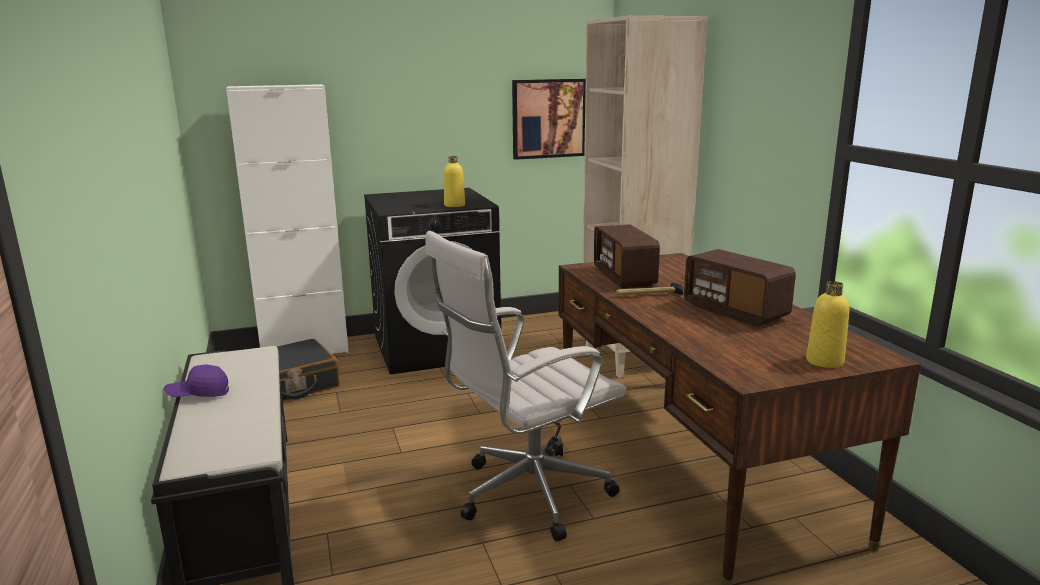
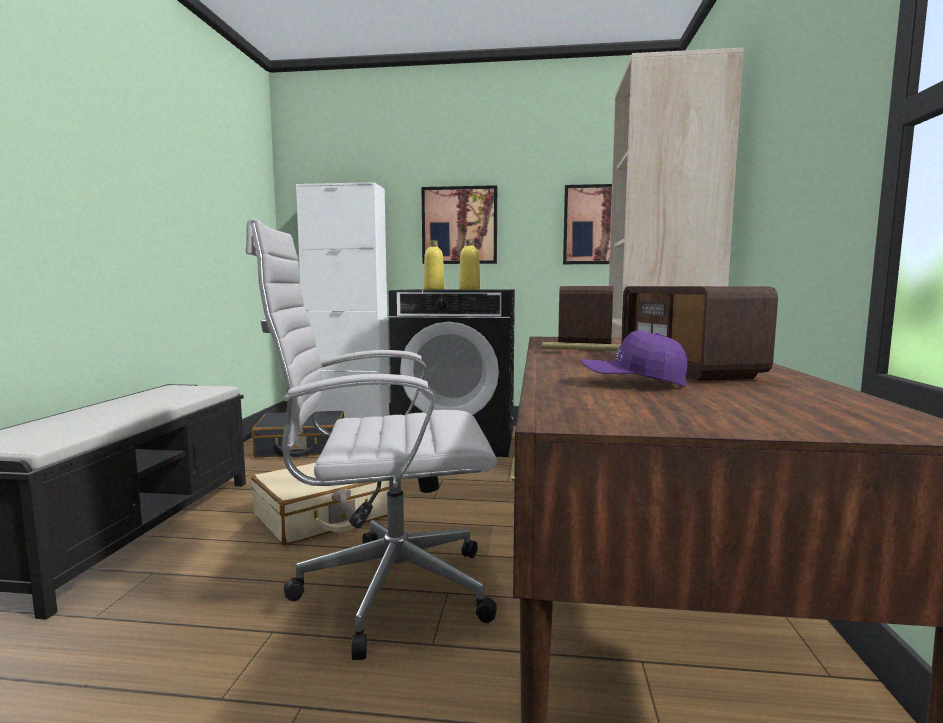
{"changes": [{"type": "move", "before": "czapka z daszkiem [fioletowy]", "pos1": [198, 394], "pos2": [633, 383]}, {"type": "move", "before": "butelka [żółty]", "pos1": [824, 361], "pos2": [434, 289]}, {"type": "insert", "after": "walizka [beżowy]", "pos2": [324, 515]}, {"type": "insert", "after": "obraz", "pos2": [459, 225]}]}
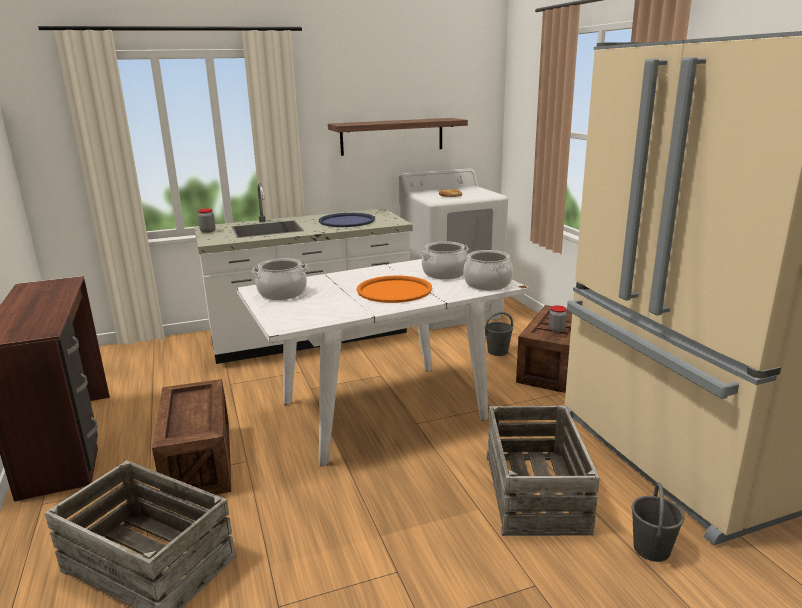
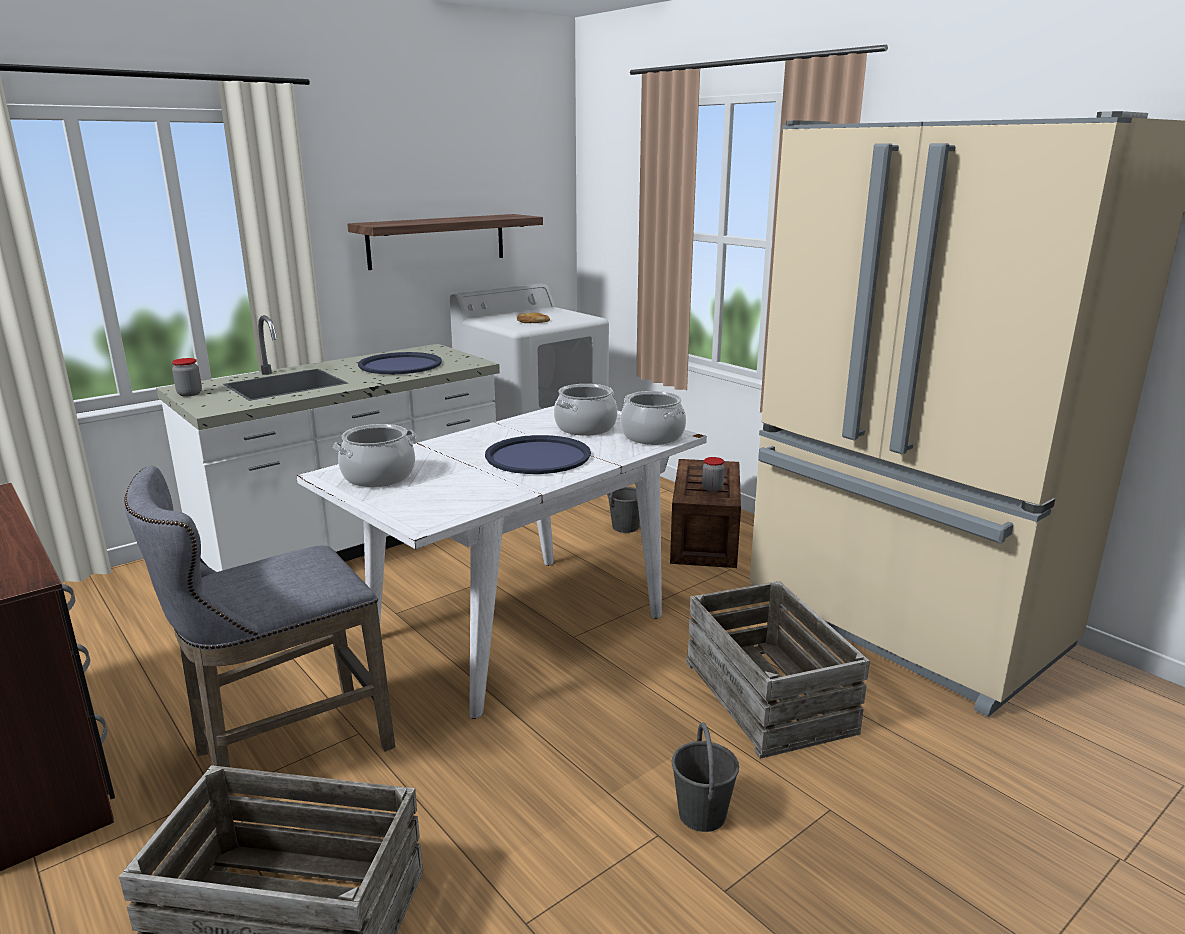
{"changes": [{"type": "replace", "before": "skrzynka", "after": "stołek [szary]", "pos1": [198, 463], "pos2": [283, 751]}, {"type": "recolor", "before": "taca [pomarańczowy]", "after": "taca [niebieski]", "pos1": [394, 290], "pos2": [538, 456]}, {"type": "move", "before": "wiadro [szary]", "pos1": [651, 548], "pos2": [702, 813]}]}
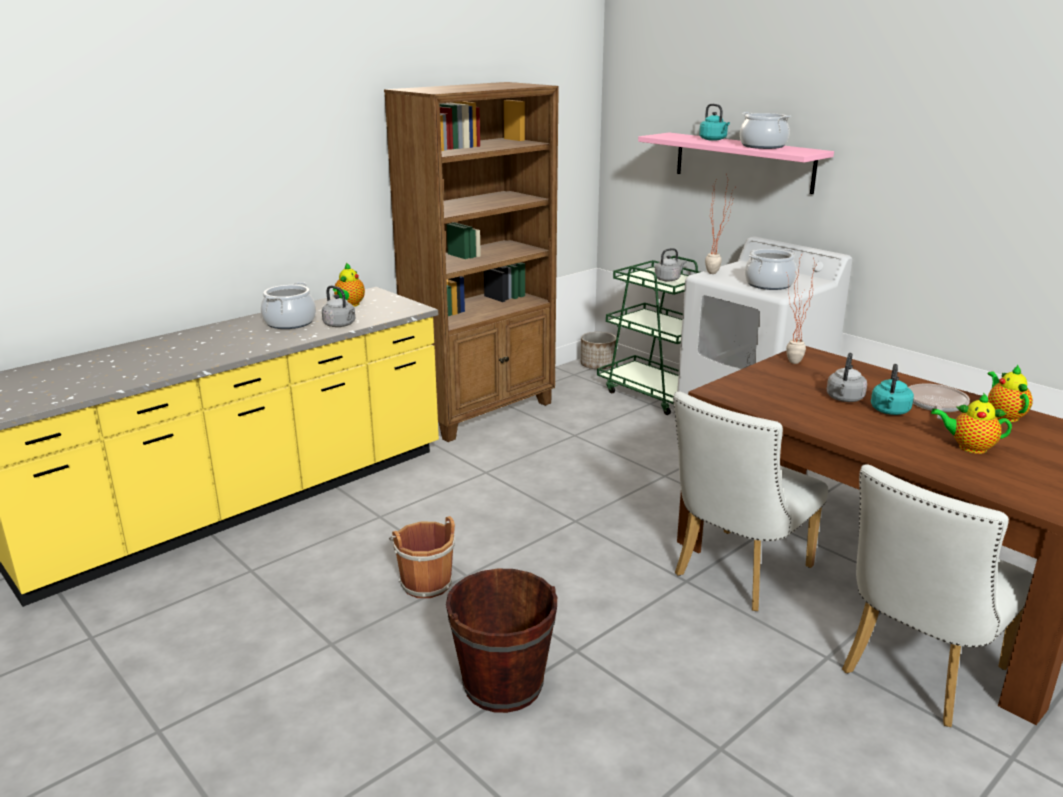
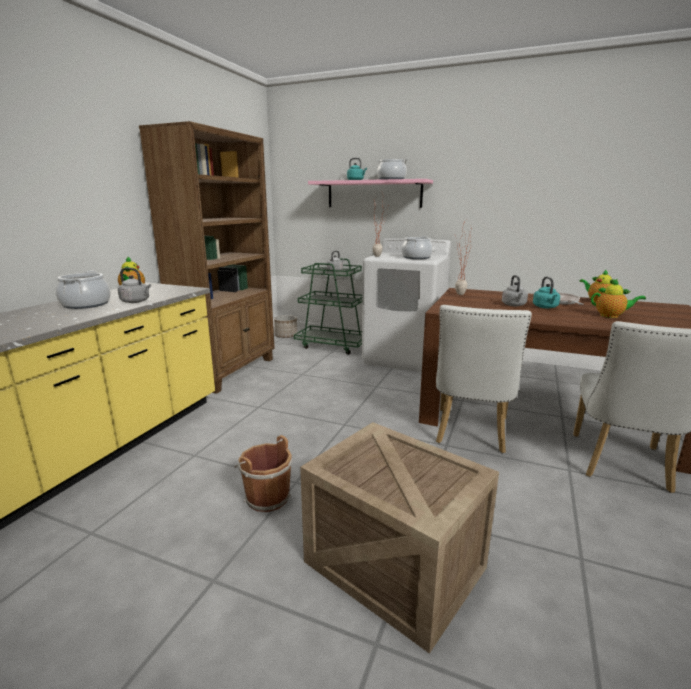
{"changes": [{"type": "replace", "before": "wiadro [brązowy]", "after": "skrzynka", "pos1": [503, 684], "pos2": [391, 564]}, {"type": "rotate", "before": "imbryk", "pos1": [969, 447], "pos2": [611, 316], "turn": -150}]}
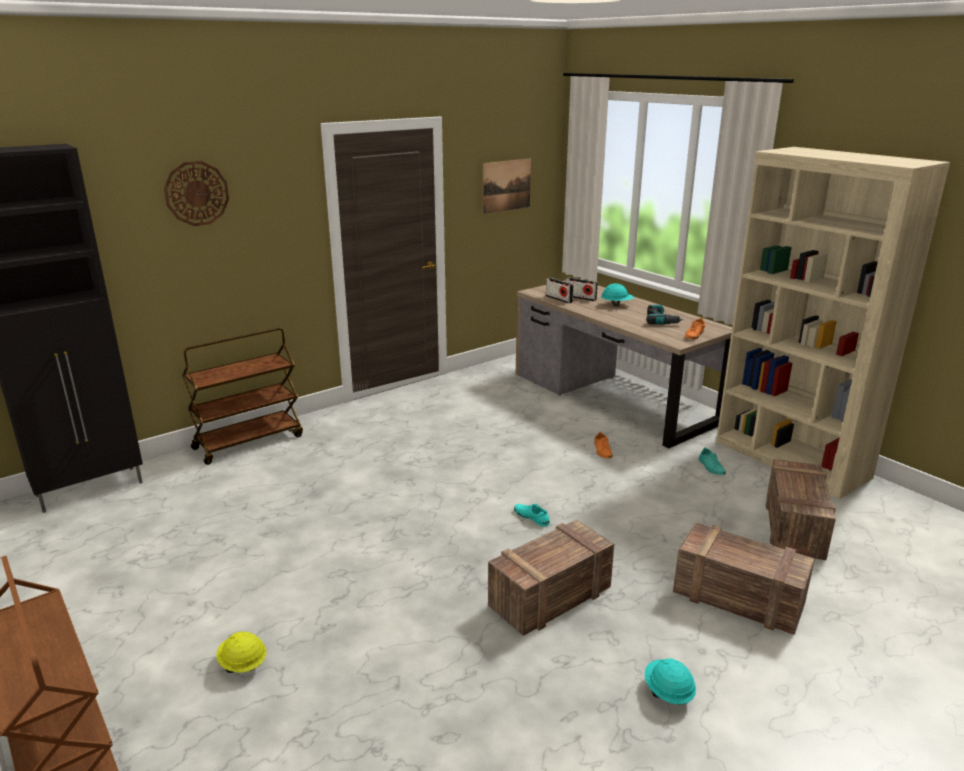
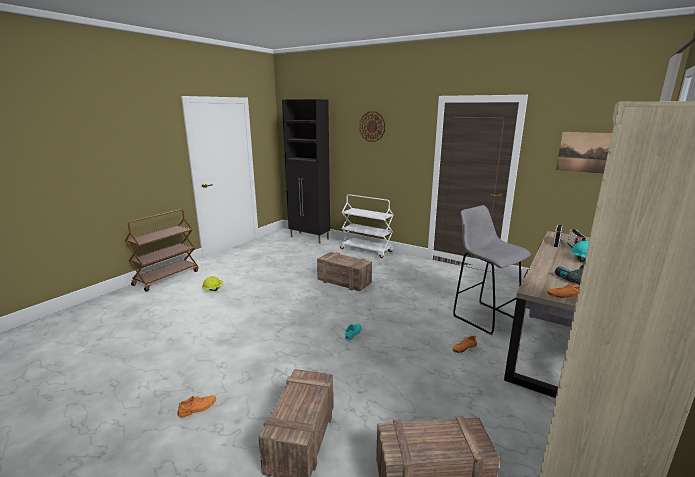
{"changes": [{"type": "recolor", "before": "wózek [brązowy]", "after": "wózek [biały]", "pos1": [249, 442], "pos2": [366, 250]}, {"type": "move", "before": "skrzynka", "pos1": [551, 596], "pos2": [345, 281]}, {"type": "replace", "before": "kask [turkusowy]", "after": "but [pomarańczowy]", "pos1": [668, 693], "pos2": [197, 408]}, {"type": "delete", "before": "but [turkusowy]", "pos1": [711, 467]}, {"type": "insert", "after": "stołek [szary]", "pos2": [483, 317]}]}
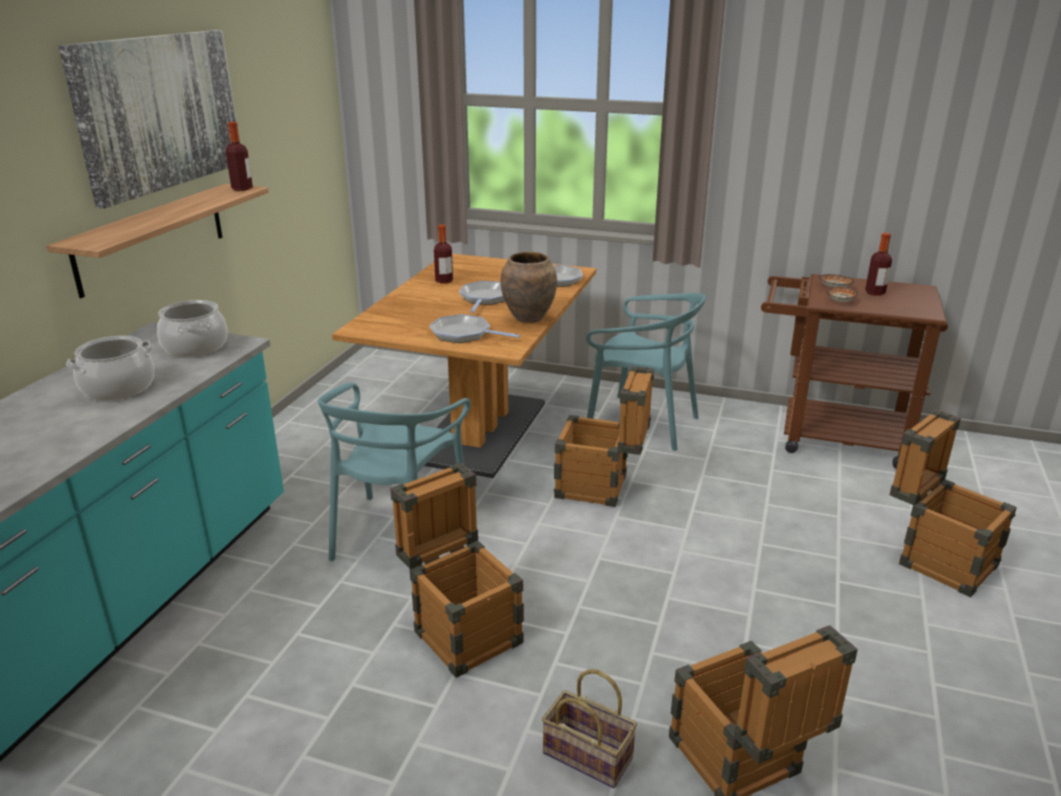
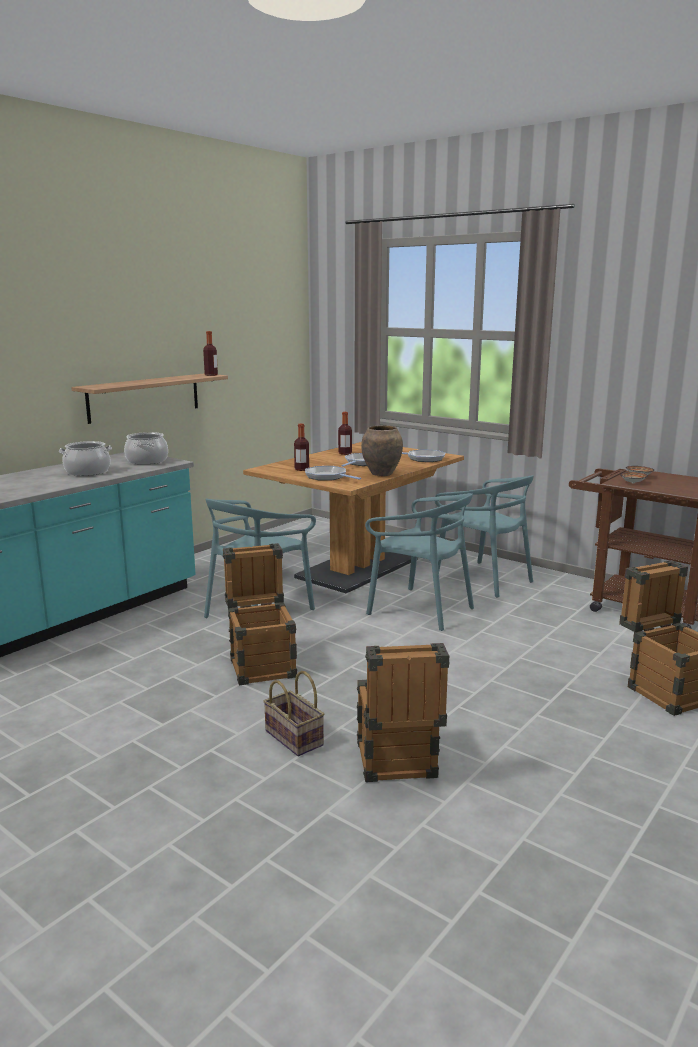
{"changes": [{"type": "delete", "before": "obraz", "pos1": [160, 112]}, {"type": "replace", "before": "skrzynka", "after": "krzesło [turkusowy]", "pos1": [601, 488], "pos2": [421, 609]}, {"type": "move", "before": "butelka", "pos1": [875, 293], "pos2": [301, 469]}]}
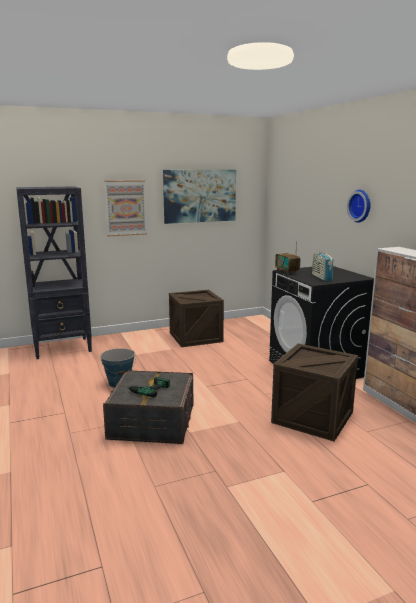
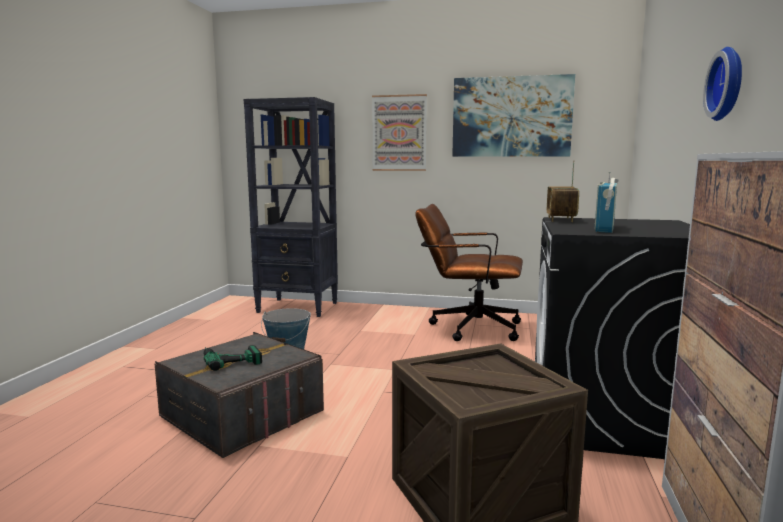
{"changes": [{"type": "replace", "before": "skrzynka", "after": "krzesło biurowe [brązowy]", "pos1": [195, 337], "pos2": [468, 327]}]}
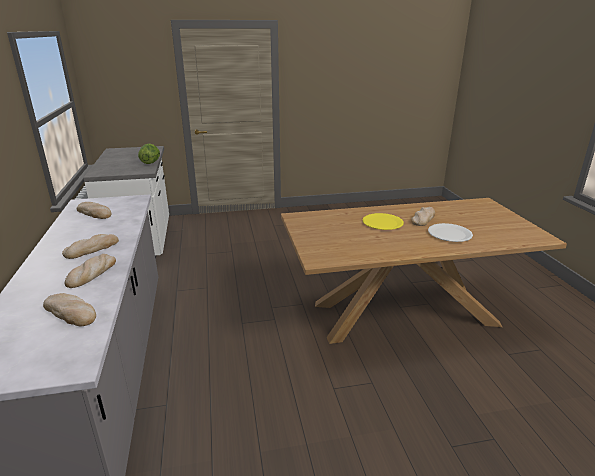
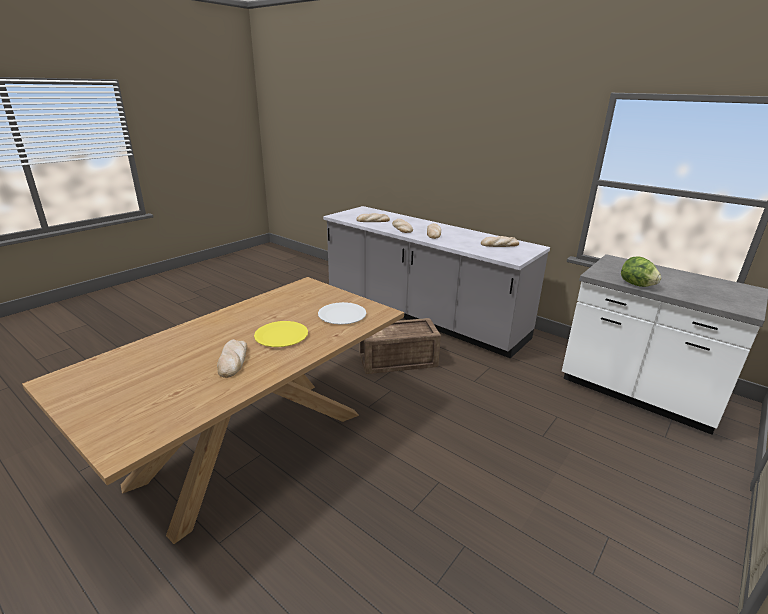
{"changes": [{"type": "move", "before": "talerz [biały]", "pos1": [449, 234], "pos2": [342, 315]}, {"type": "insert", "after": "skrzynka", "pos2": [399, 361]}]}
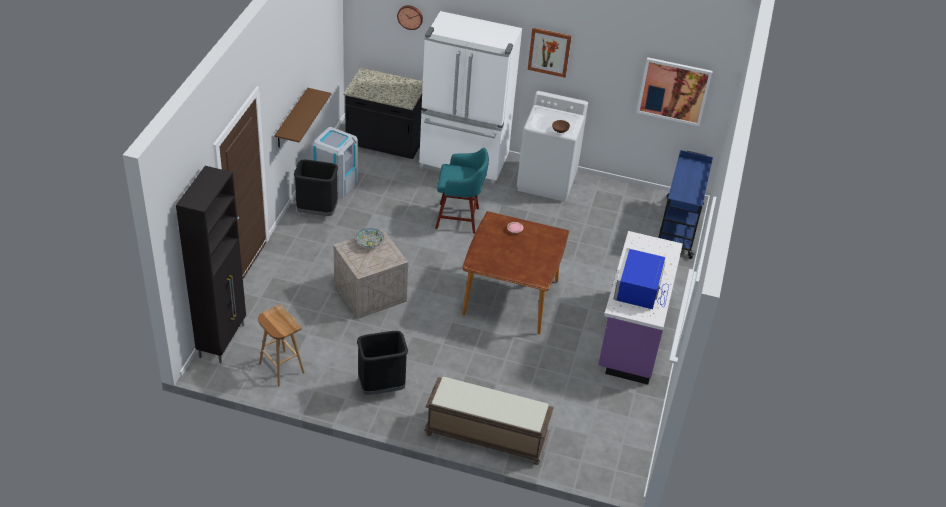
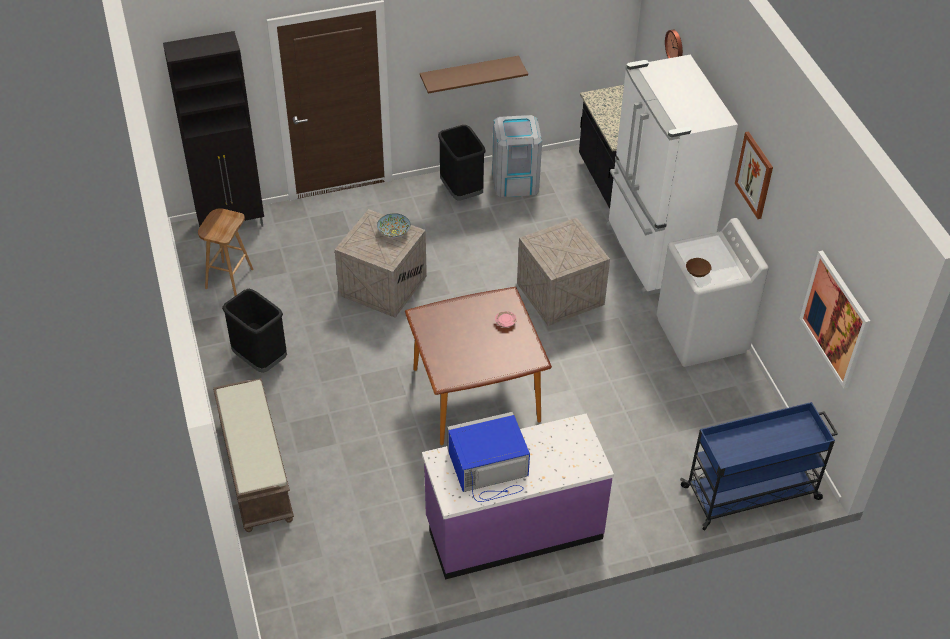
{"changes": [{"type": "replace", "before": "stołek [turkusowy]", "after": "skrzynka", "pos1": [459, 218], "pos2": [560, 295]}]}
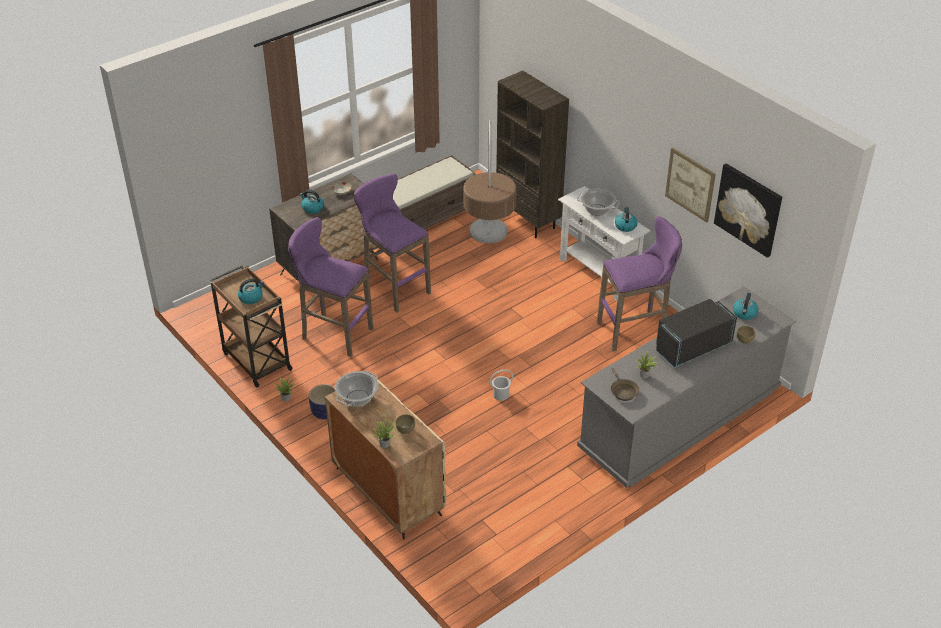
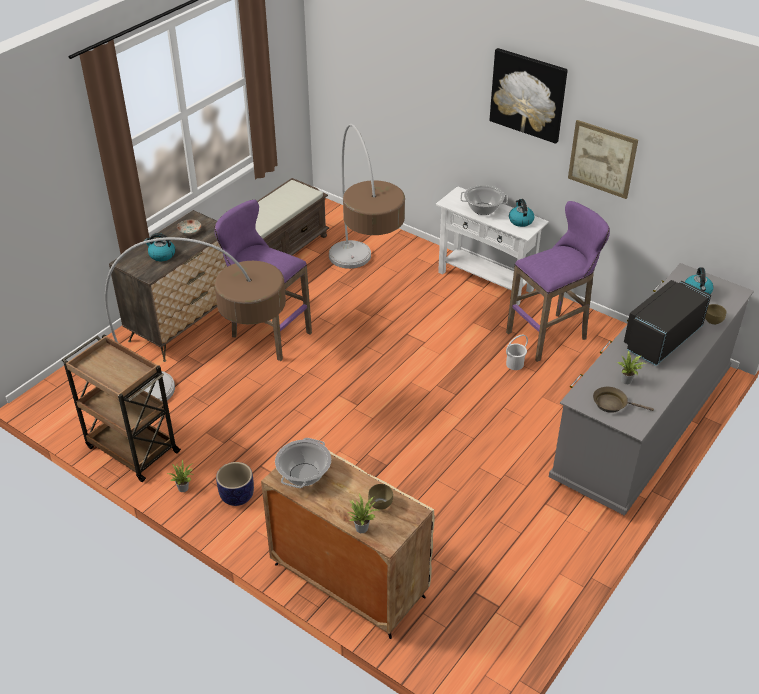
{"changes": [{"type": "delete", "before": "czajnik", "pos1": [251, 297]}, {"type": "replace", "before": "stołek [fioletowy]", "after": "lampa stojąca", "pos1": [334, 333], "pos2": [215, 399]}, {"type": "move", "before": "wiadro [biały]", "pos1": [501, 395], "pos2": [515, 364]}, {"type": "delete", "before": "regał [brązowy]", "pos1": [528, 220]}, {"type": "rotate", "before": "patelnia [brązowy]", "pos1": [623, 391], "pos2": [612, 404], "turn": 135}, {"type": "move", "before": "obraz", "pos1": [748, 209], "pos2": [528, 95]}]}
